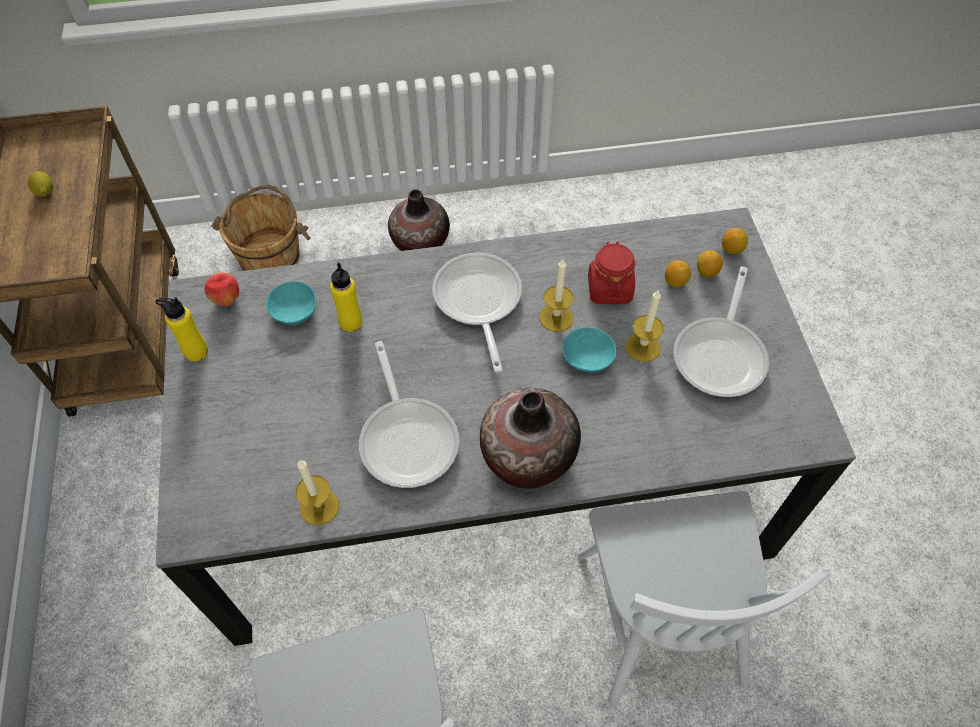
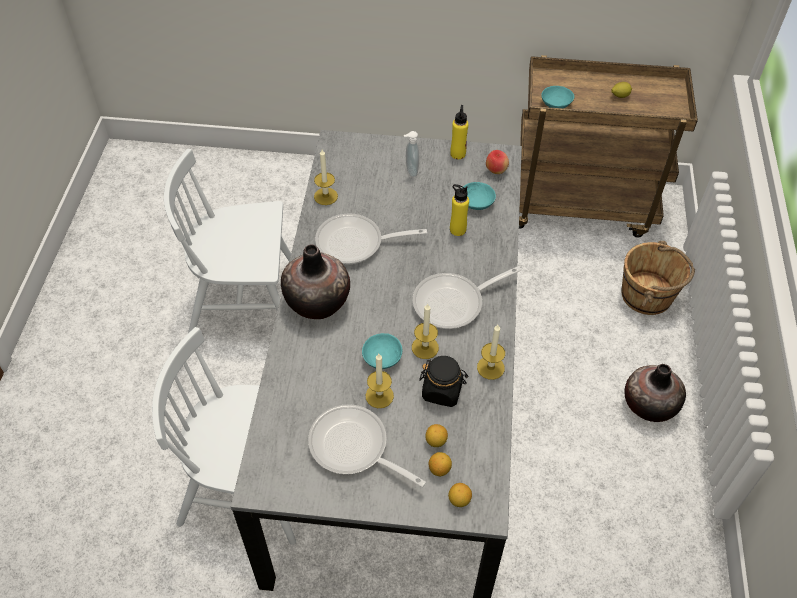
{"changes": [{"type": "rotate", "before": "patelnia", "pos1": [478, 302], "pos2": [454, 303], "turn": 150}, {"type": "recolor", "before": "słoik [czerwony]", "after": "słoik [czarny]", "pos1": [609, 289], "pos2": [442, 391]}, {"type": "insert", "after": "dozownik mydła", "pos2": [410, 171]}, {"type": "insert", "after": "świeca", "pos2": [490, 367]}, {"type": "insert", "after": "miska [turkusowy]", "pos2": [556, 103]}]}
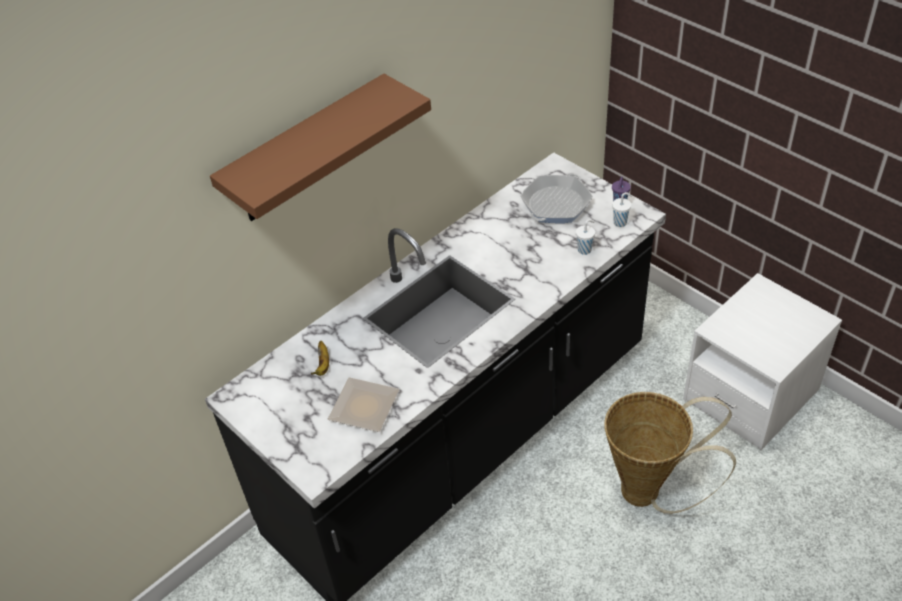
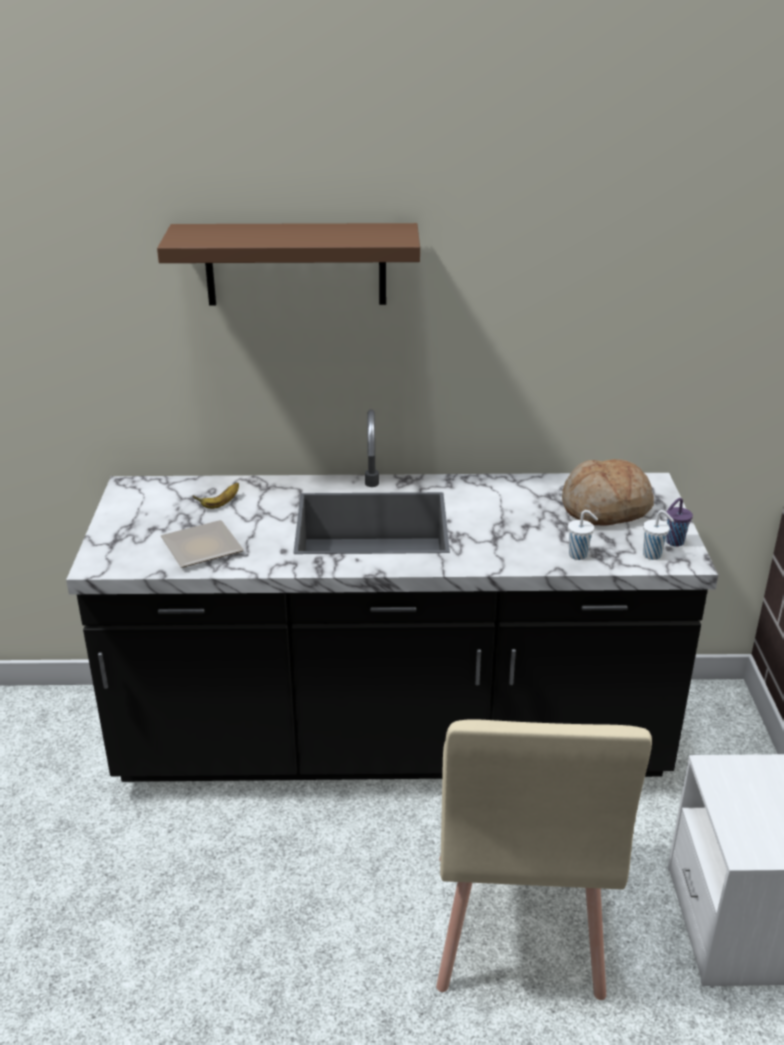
{"changes": [{"type": "replace", "before": "patelnia", "after": "chleb", "pos1": [556, 204], "pos2": [606, 509]}, {"type": "replace", "before": "koszyk", "after": "krzesło [beżowy]", "pos1": [650, 493], "pos2": [515, 925]}]}
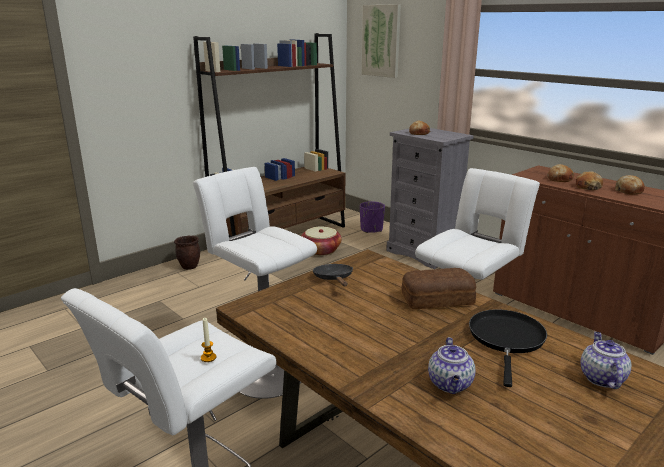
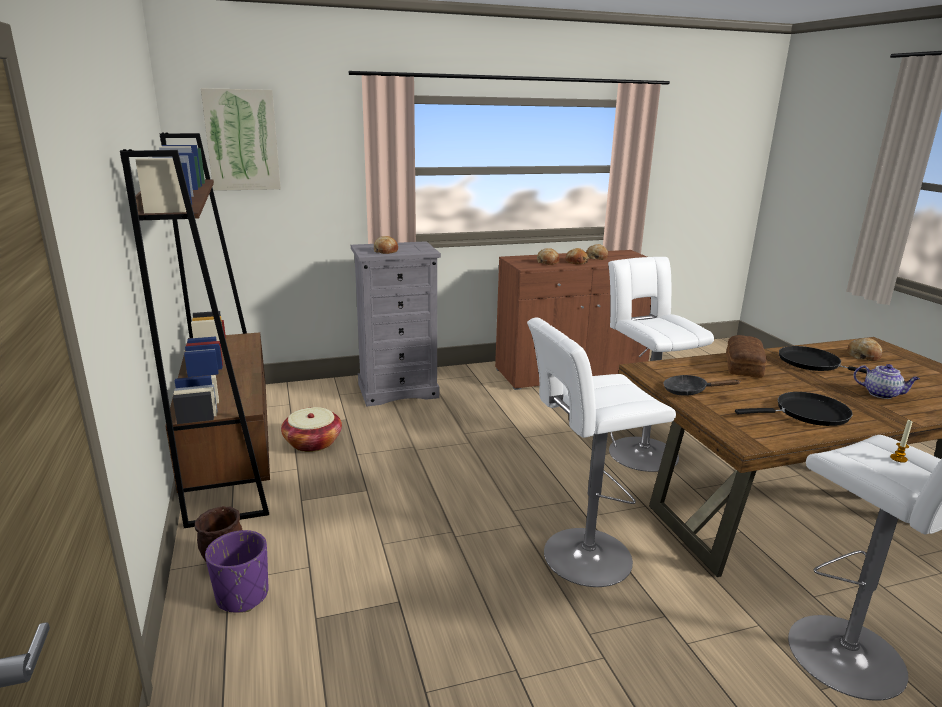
{"changes": [{"type": "move", "before": "donica [fioletowy]", "pos1": [371, 229], "pos2": [242, 596]}, {"type": "replace", "before": "imbryk", "after": "chleb", "pos1": [601, 378], "pos2": [863, 356]}, {"type": "insert", "after": "patelnia [czarny]", "pos2": [807, 413]}]}
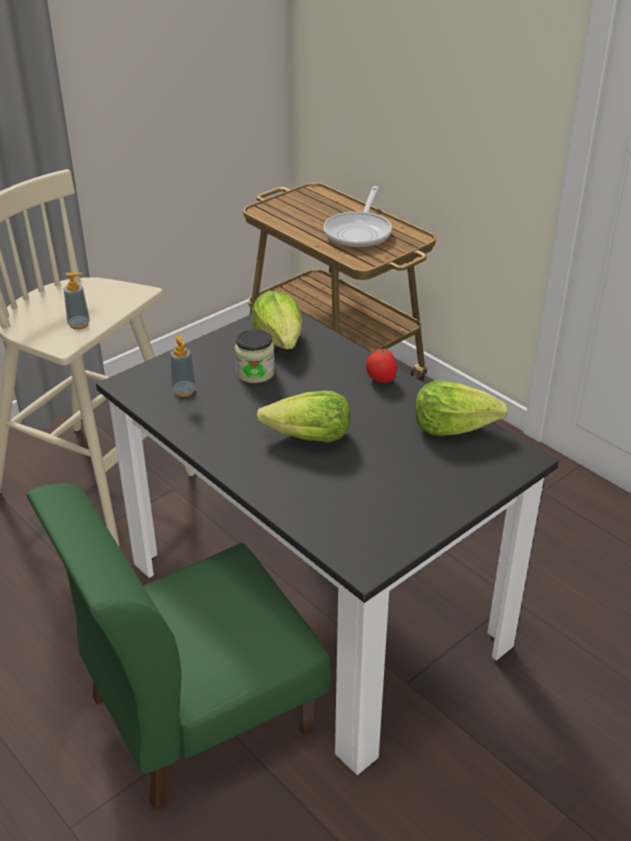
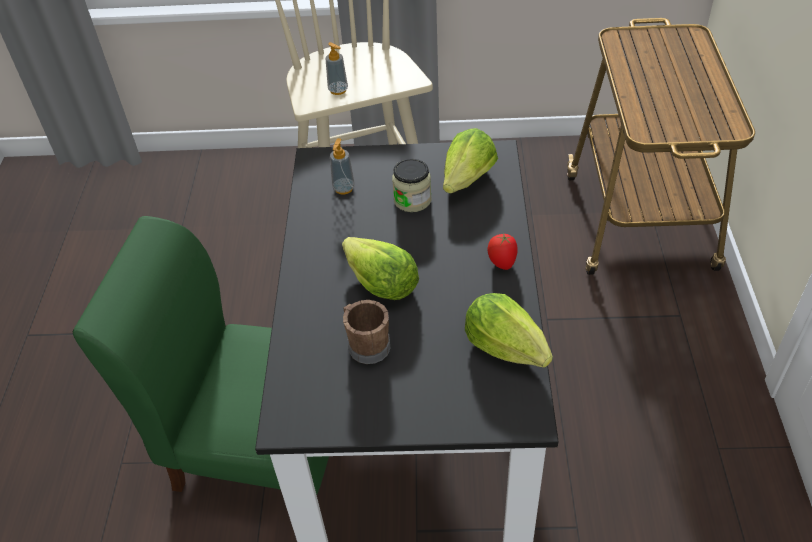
{"changes": [{"type": "delete", "before": "patelnia", "pos1": [359, 232]}, {"type": "insert", "after": "kubek [brązowy]", "pos2": [366, 344]}]}
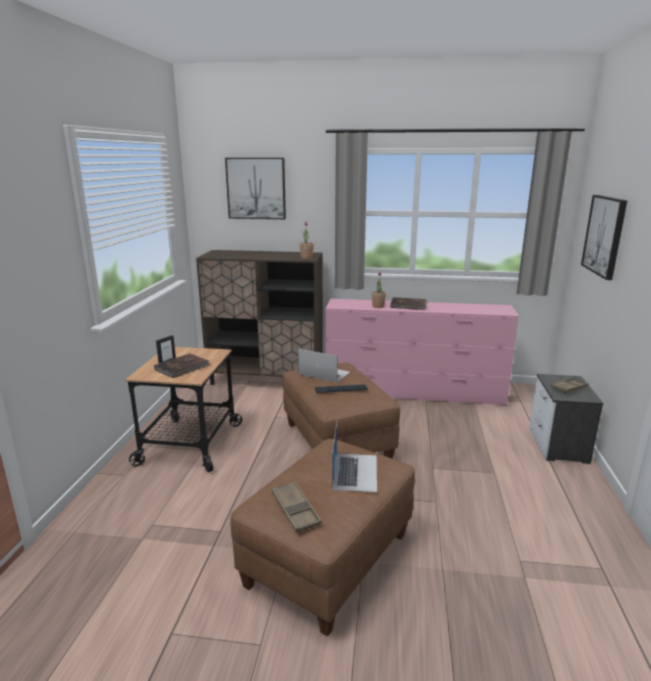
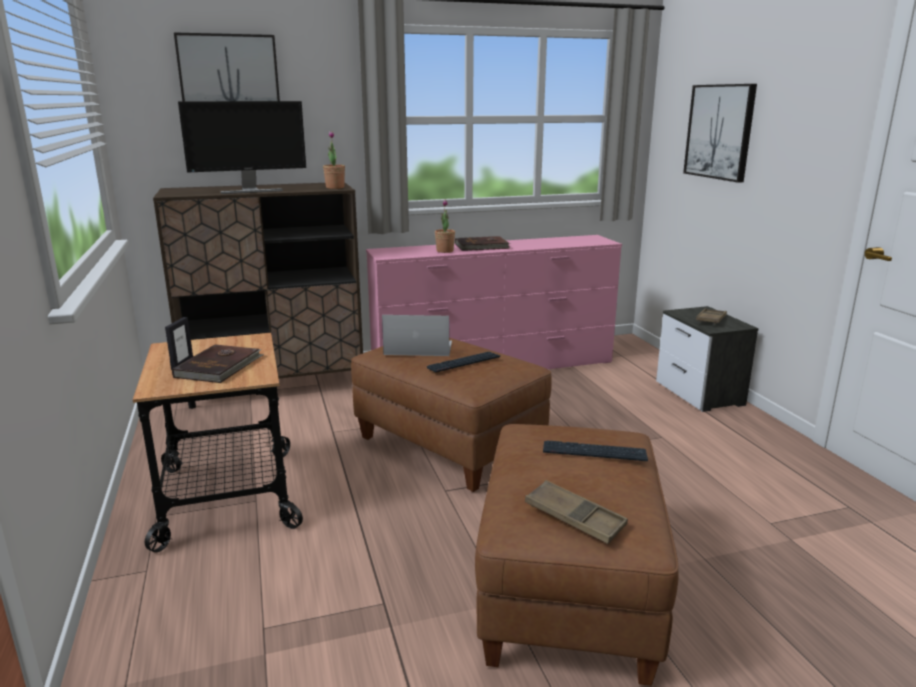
{"changes": [{"type": "replace", "before": "laptop", "after": "klawiatura", "pos1": [355, 471], "pos2": [594, 453]}, {"type": "insert", "after": "monitor", "pos2": [250, 191]}]}
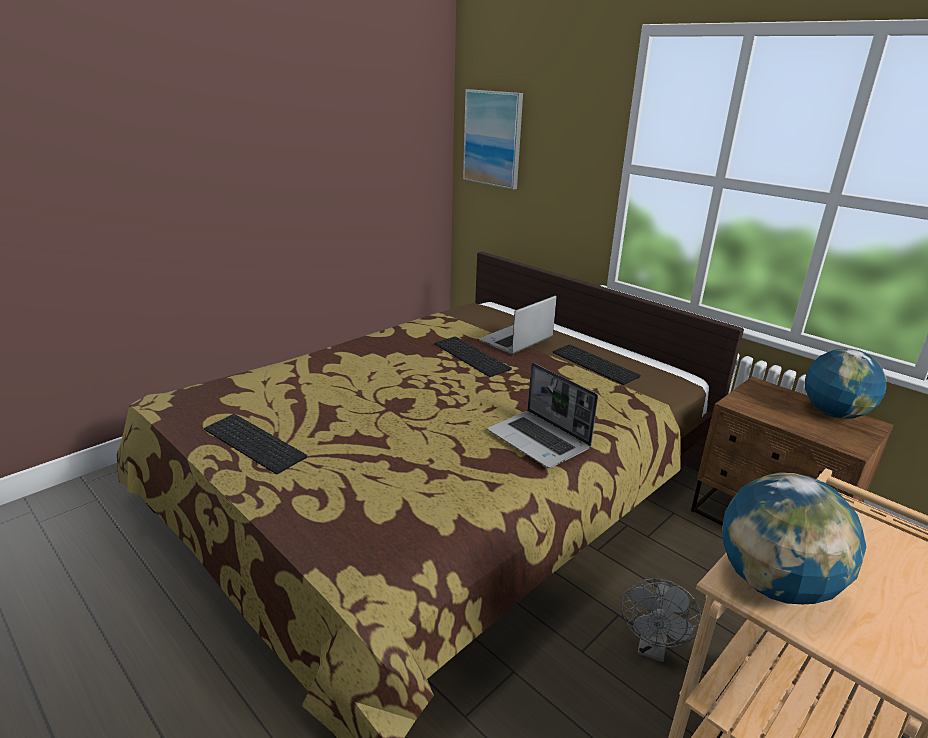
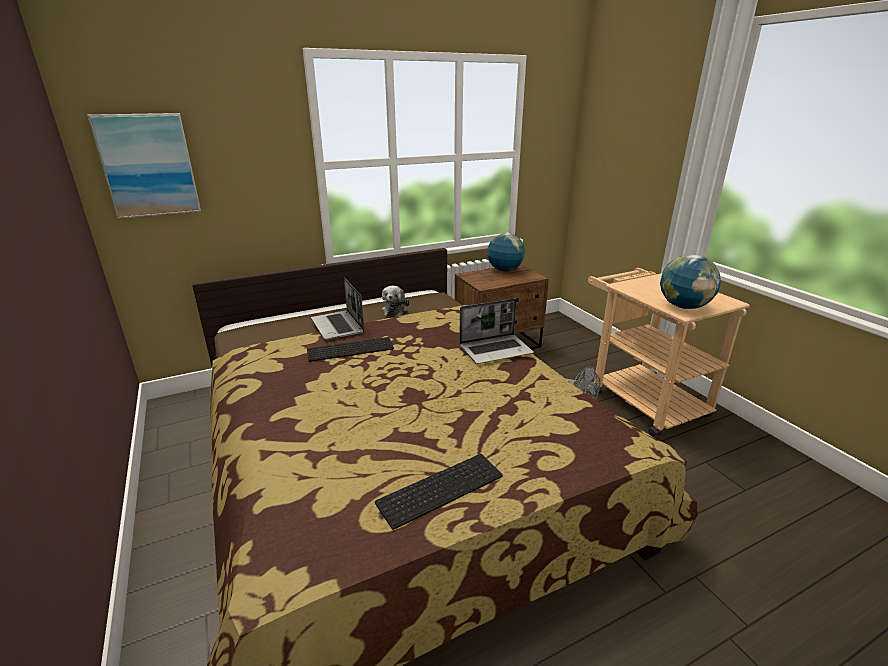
{"changes": [{"type": "replace", "before": "klawiatura", "after": "pluszak", "pos1": [596, 364], "pos2": [395, 310]}]}
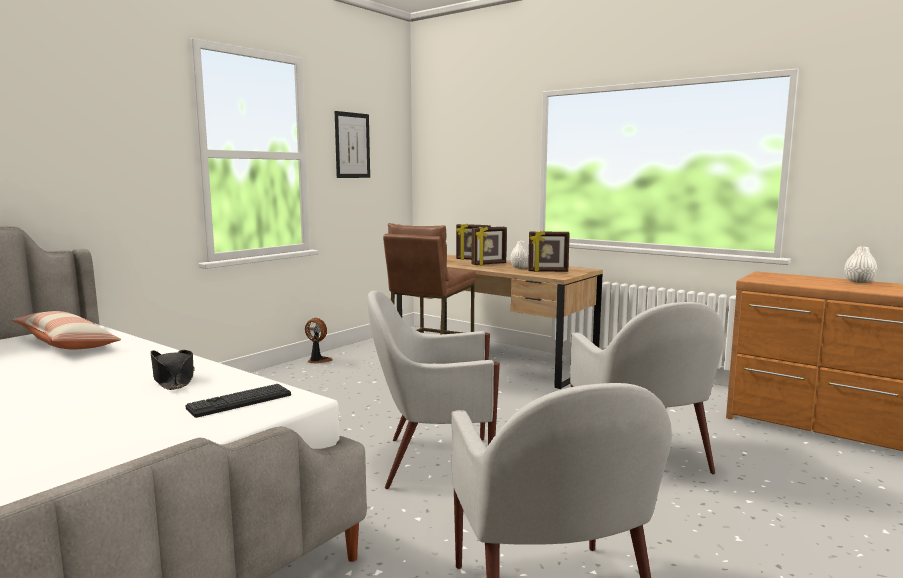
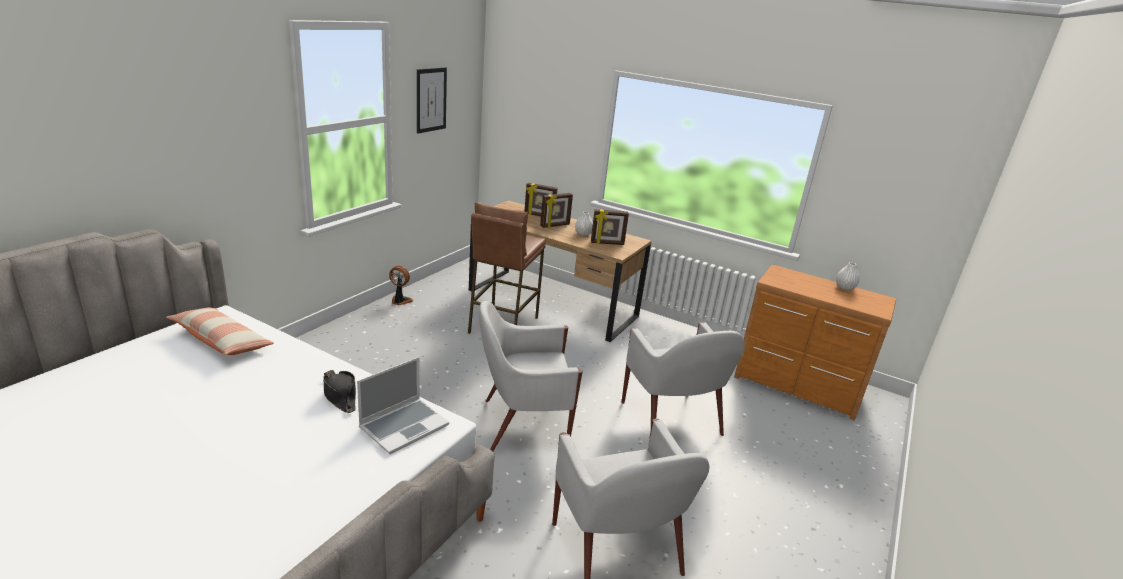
{"changes": [{"type": "replace", "before": "klawiatura", "after": "laptop", "pos1": [240, 401], "pos2": [404, 426]}]}
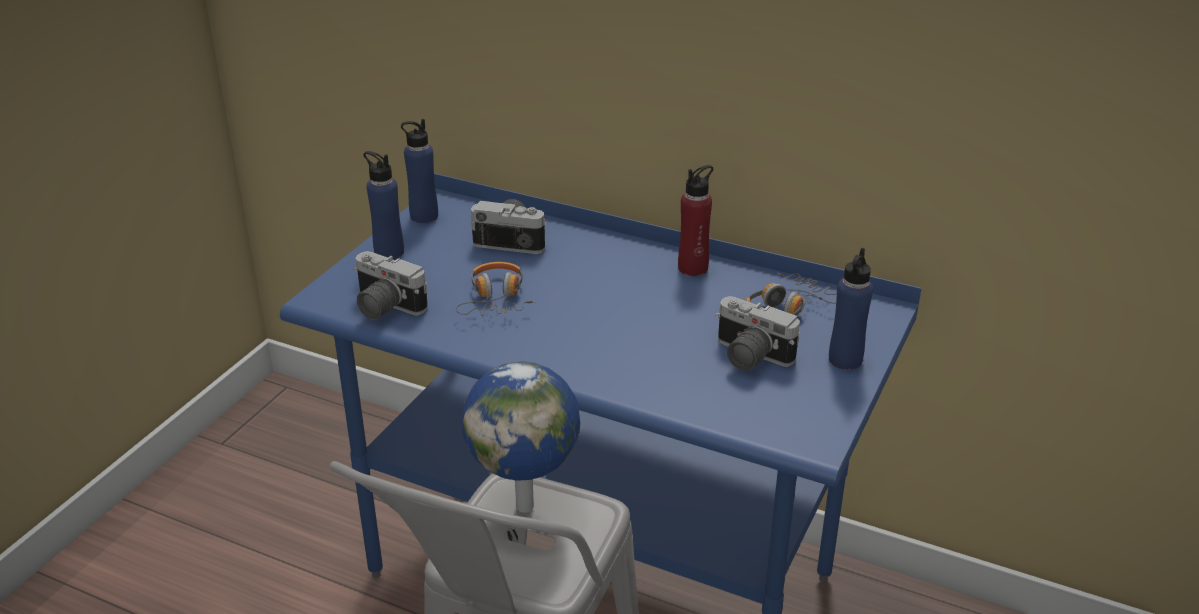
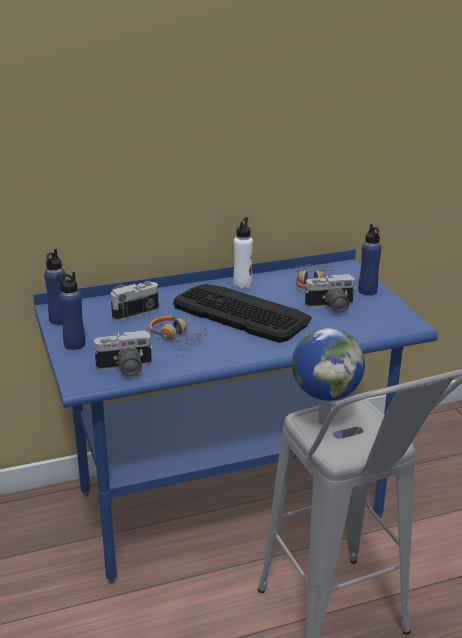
{"changes": [{"type": "recolor", "before": "butelka [czerwony]", "after": "butelka [biały]", "pos1": [693, 268], "pos2": [242, 284]}, {"type": "insert", "after": "klawiatura", "pos2": [241, 312]}]}
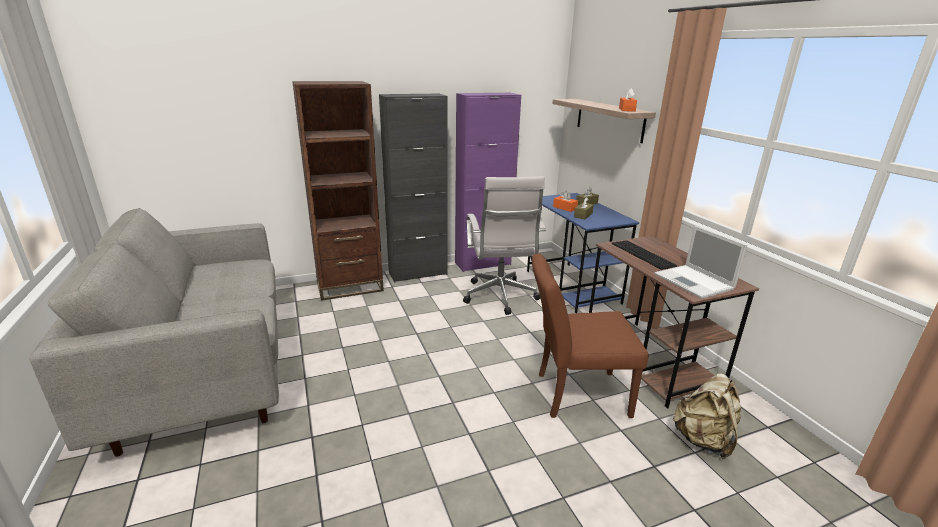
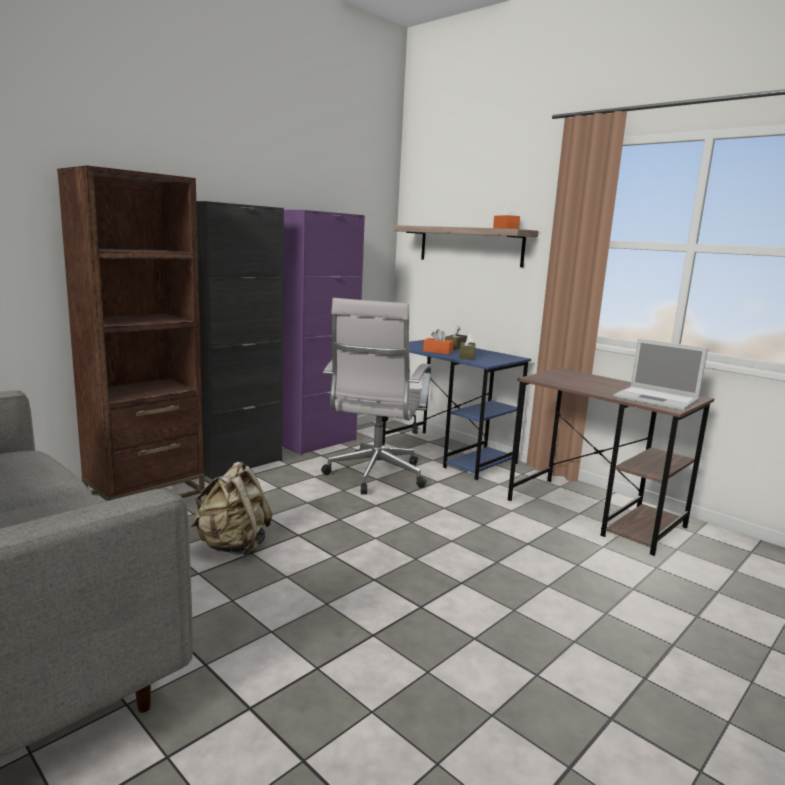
{"changes": [{"type": "rotate", "before": "krzesło biurowe [biały]", "pos1": [500, 297], "pos2": [374, 477], "turn": 45}, {"type": "delete", "before": "krzesło [brązowy]", "pos1": [574, 394]}, {"type": "delete", "before": "klawiatura", "pos1": [642, 254]}, {"type": "move", "before": "plecak [beżowy]", "pos1": [703, 440], "pos2": [233, 546]}]}
